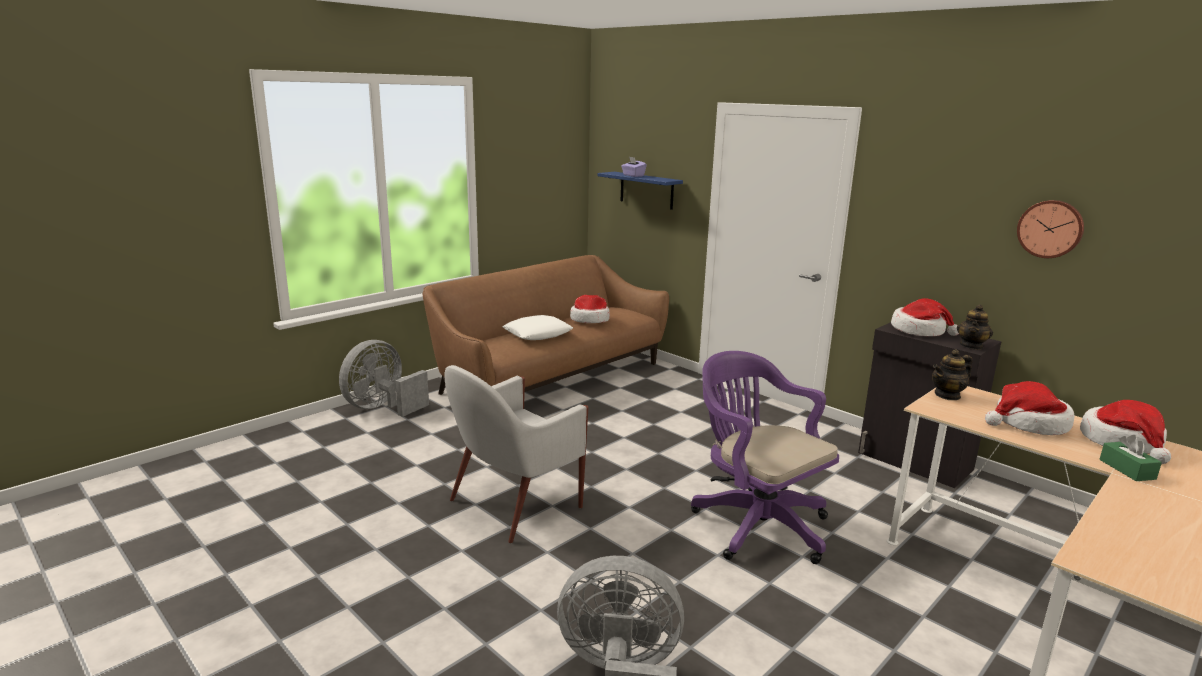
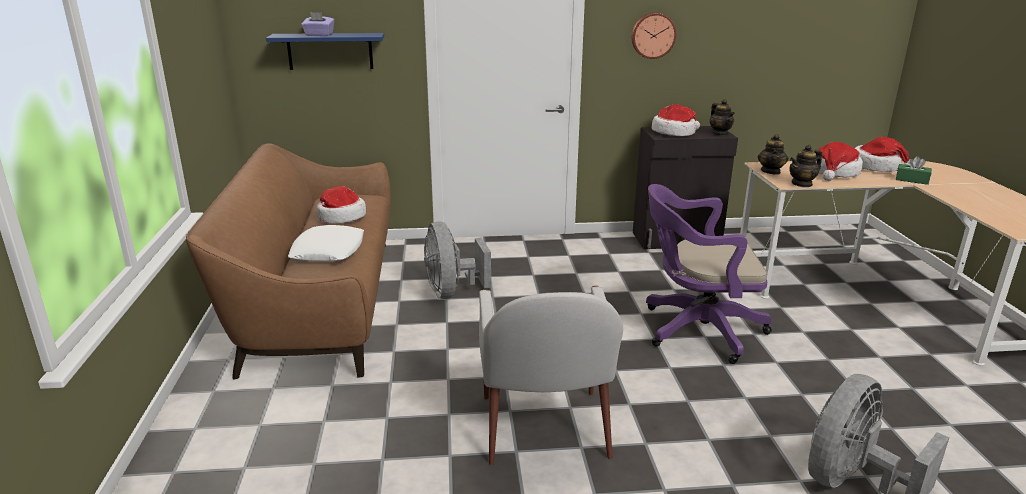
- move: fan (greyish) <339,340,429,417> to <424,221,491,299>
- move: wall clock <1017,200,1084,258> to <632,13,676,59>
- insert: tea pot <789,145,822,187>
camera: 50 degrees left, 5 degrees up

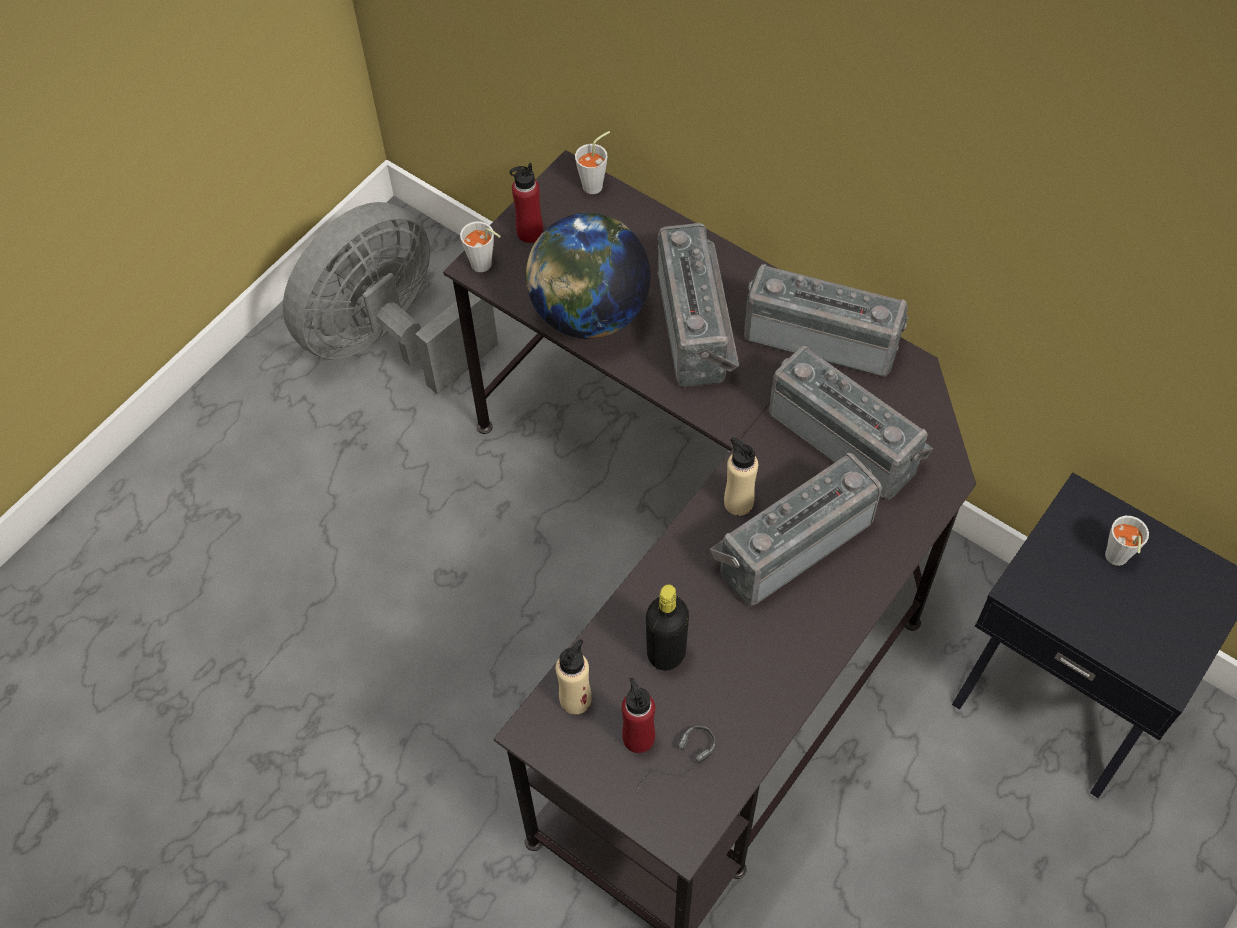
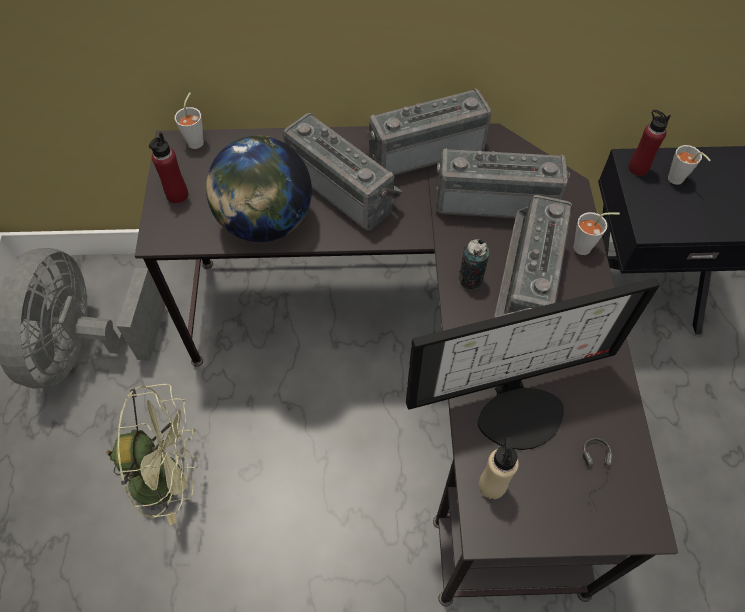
- insert: fan (green) <106,384,198,525>
- replace: drink bottle (black) <646,585,689,671> to monitor <406,278,660,450>
- replace: drink bottle (beige-coloured) <724,437,758,516> to sealed can <459,239,489,289>
- move: drinking cup (greyish) <460,222,501,272> to <573,212,620,255>
- move: drink bottle (red-coloured) <621,677,655,753> to <628,110,671,176>
camera: 40 degrees left, 0 degrees up

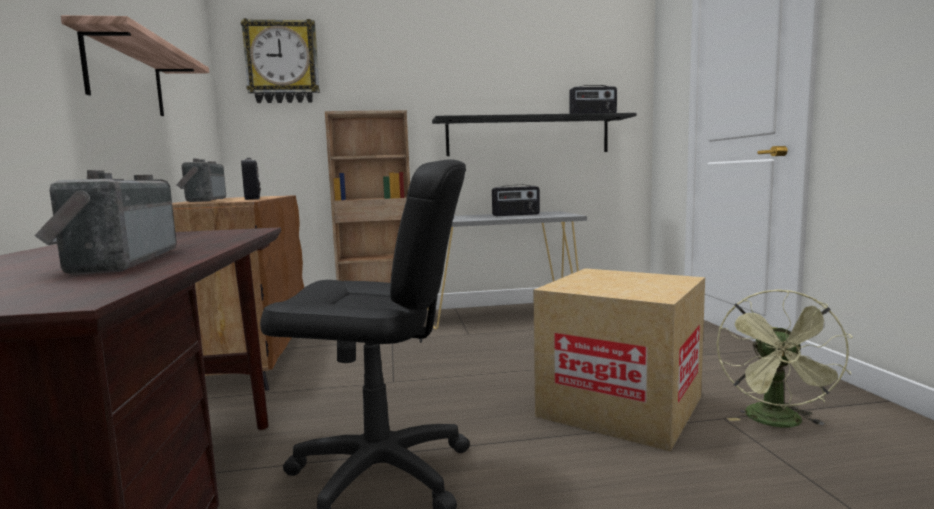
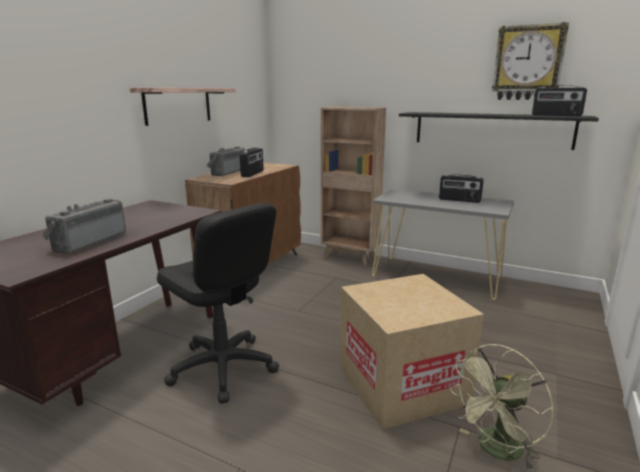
- move: wall clock <241,18,320,103> to <492,22,569,100>
camera: 35 degrees right, 10 degrees up

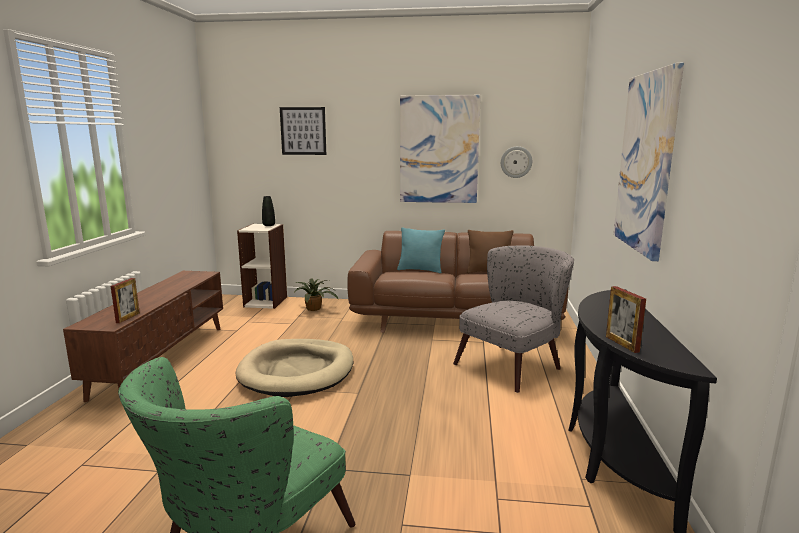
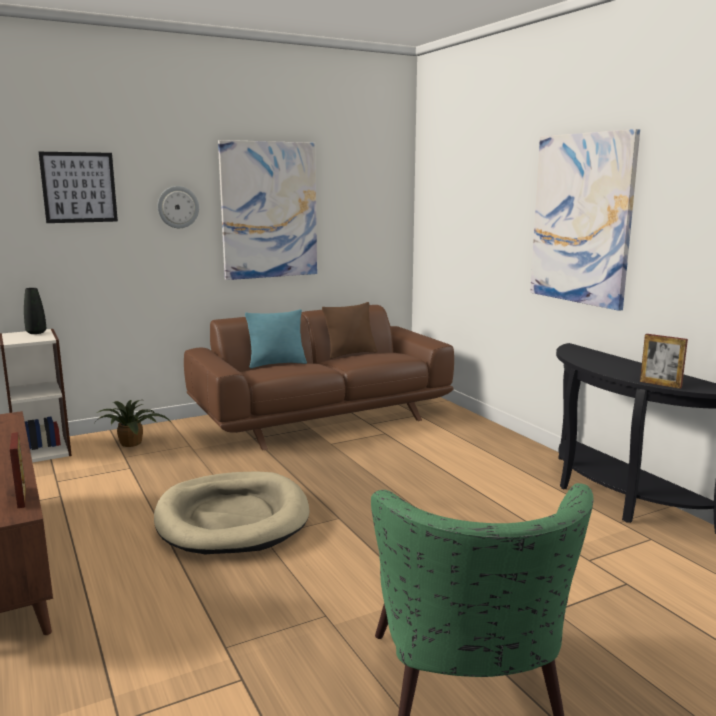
- move: wall clock <501,146,532,178> to <157,186,199,228>
- delete: lounge chair (greyish) <453,246,574,393>
camera: 35 degrees left, 0 degrees up

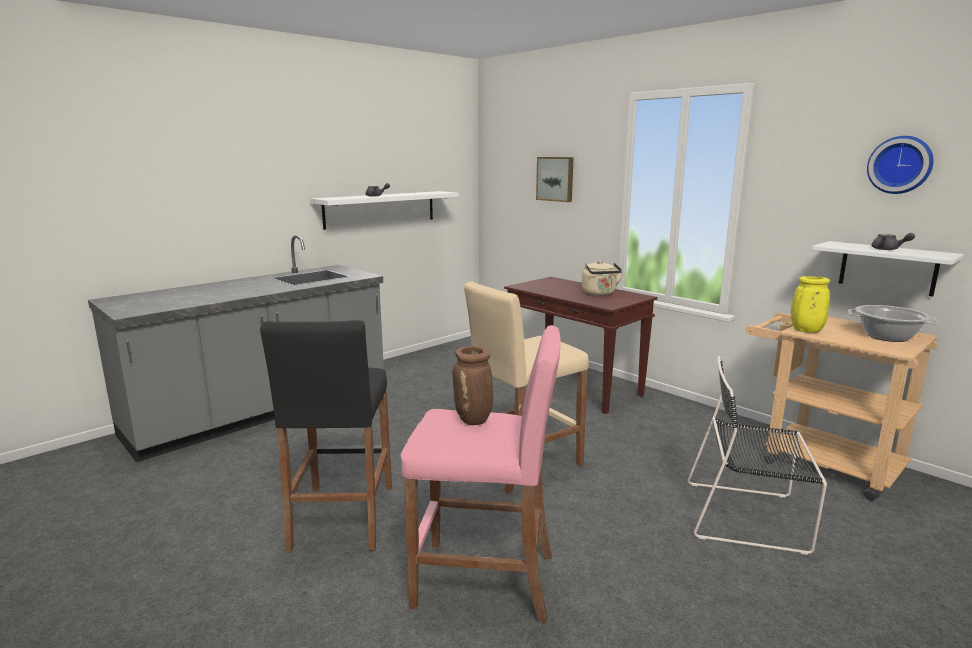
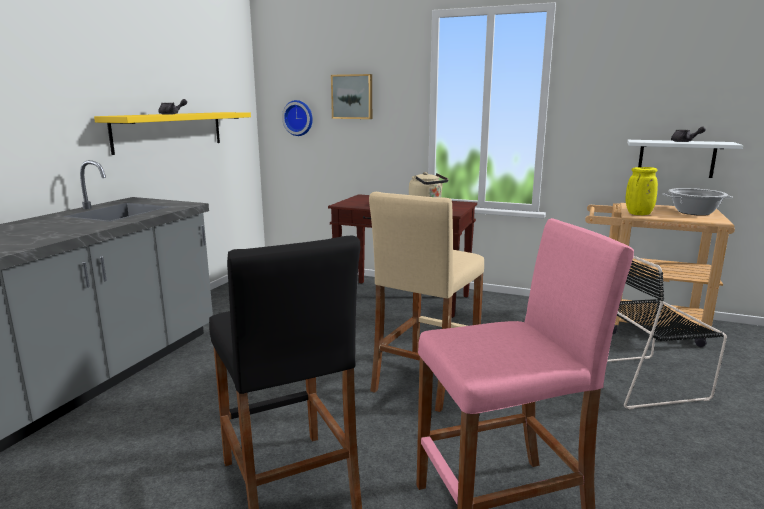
- recolor: wall shelf (white-coloured) <310,191,459,230> to wall shelf (yellow) <94,112,251,155>
- move: wall clock <867,136,934,194> to <282,100,313,136>
- delete: vase (brown) <452,346,493,425>
camera: 25 degrees left, 0 degrees up

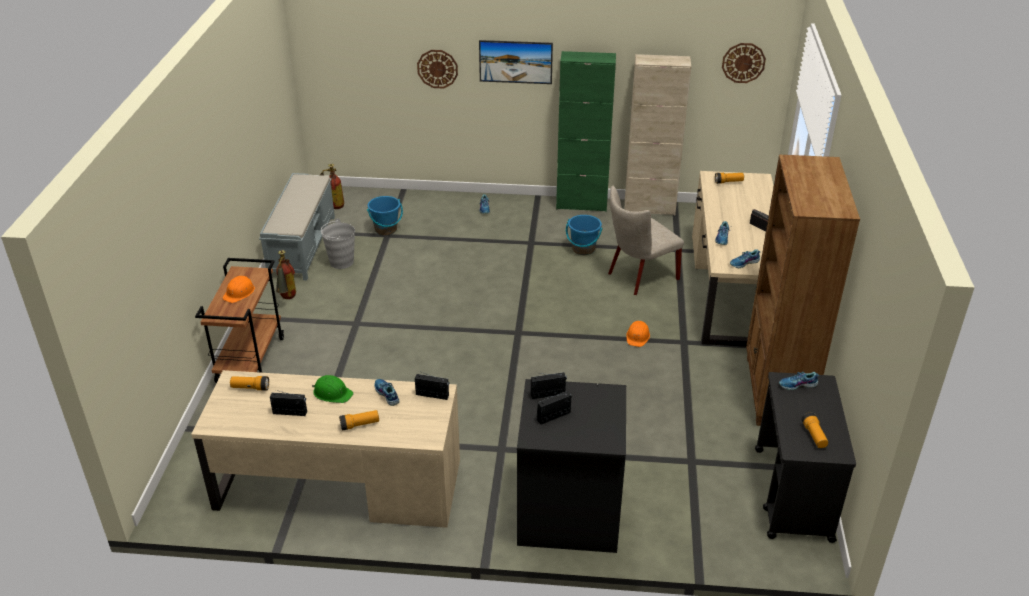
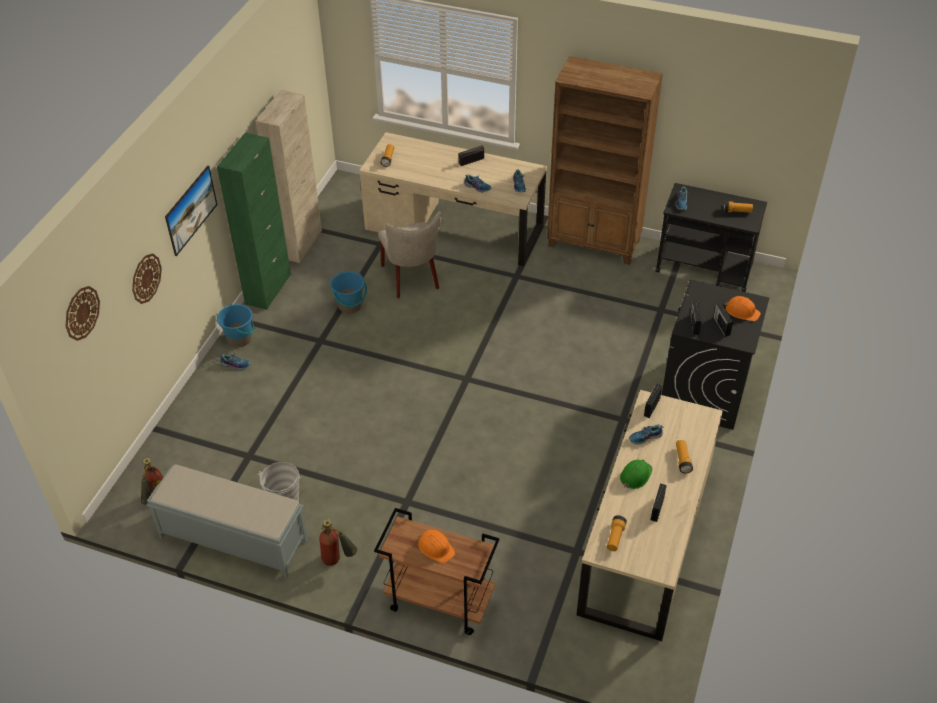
- move: wall clock <722,43,766,83> to <66,286,100,341>
- move: bucket (blue-coloured) <367,196,403,235> to <217,304,255,347>
- move: safety helmet (orangey) <626,321,650,347> to <724,296,761,321>
camera: 75 degrees left, 10 degrees up

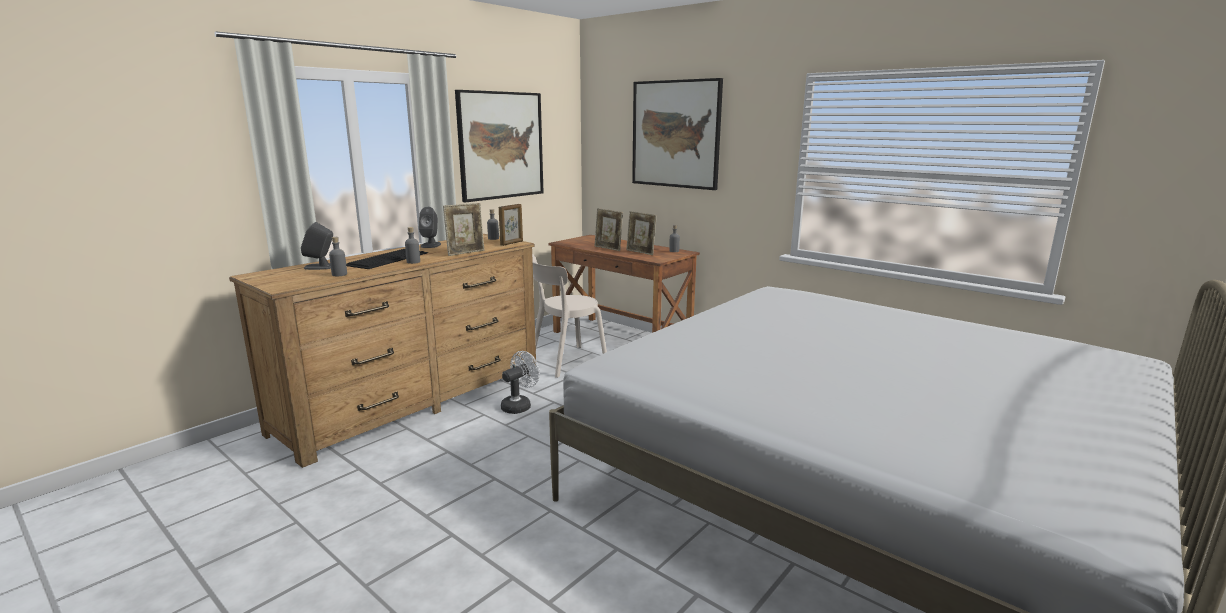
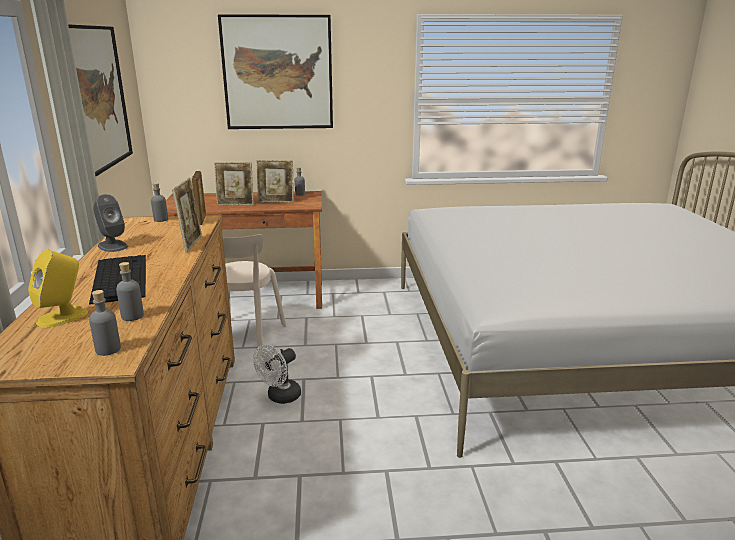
- recolor: loudspeaker (greyish) <301,222,333,270> to loudspeaker (yellow) <28,250,88,328>
- move: drink bottle (greyish) <405,227,420,264> to <89,290,121,356>
- rotate: fan (white-coloured) <501,351,540,414> = <253,344,301,404> 135 degrees counterclockwise
camera: 45 degrees left, 5 degrees up

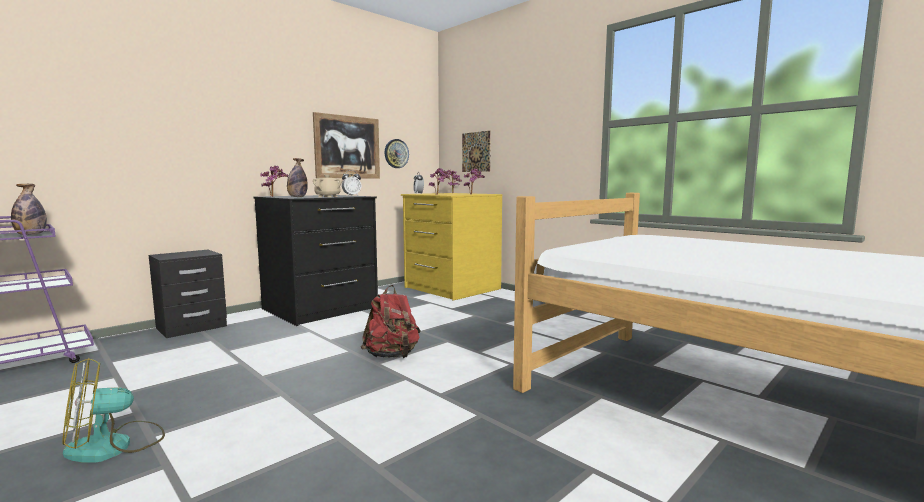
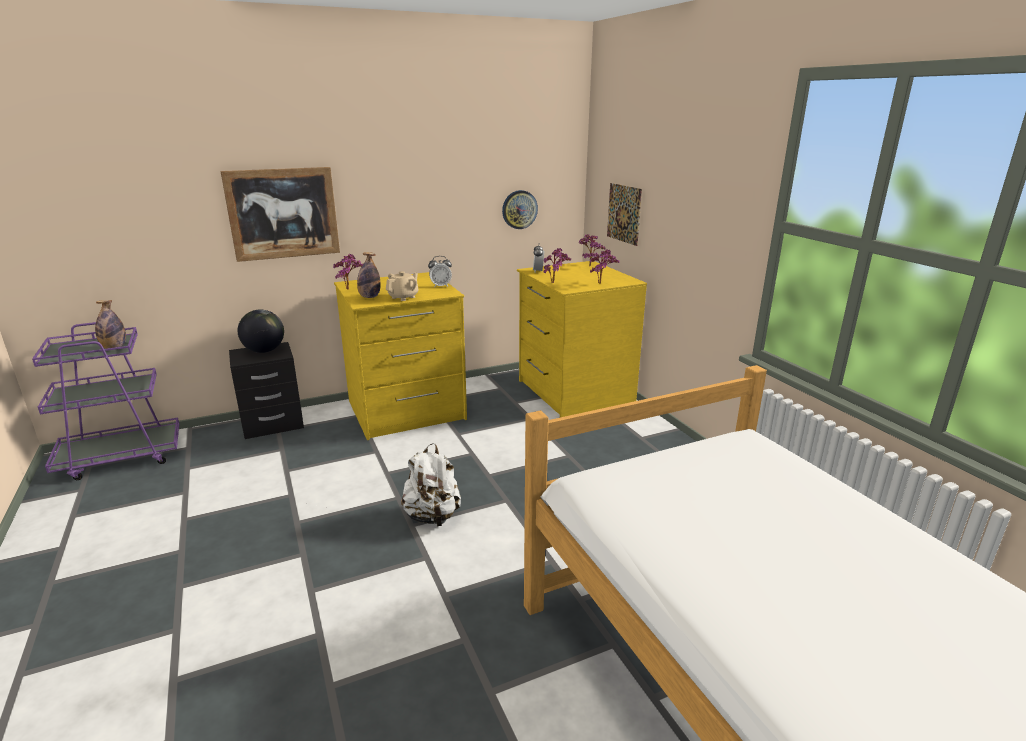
- move: picture <313,112,380,179> to <220,167,340,262>
- insert: world globe <238,310,284,353>
- recolor: dresser (black) <253,195,378,326> to dresser (yellow) <334,272,467,440>
- recolor: backpack (red-coloured) <361,285,420,358> to backpack (white-coloured) <401,443,461,527>
- delete: fan <62,358,165,463>
camera: 20 degrees right, 15 degrees up

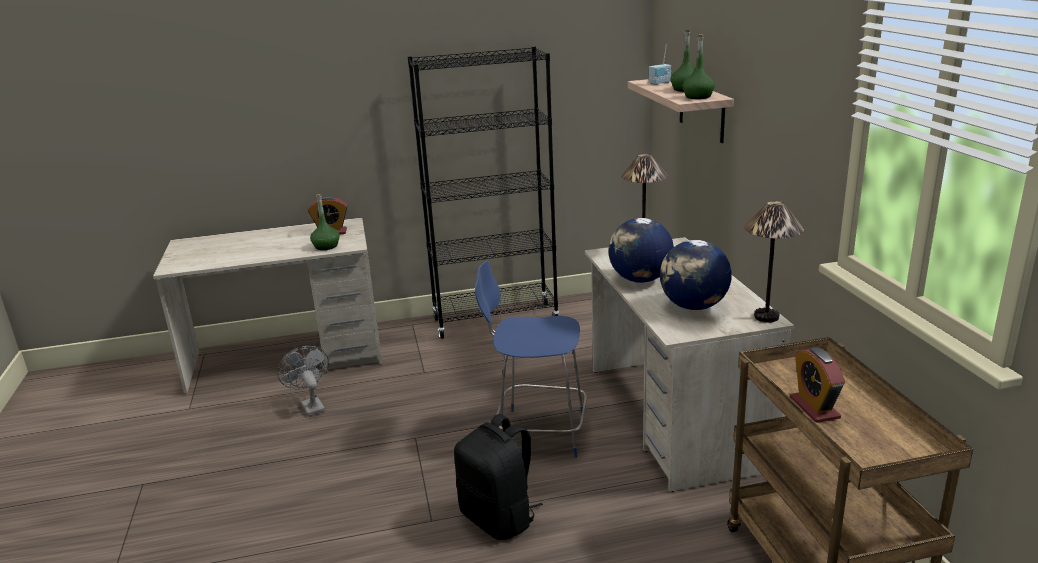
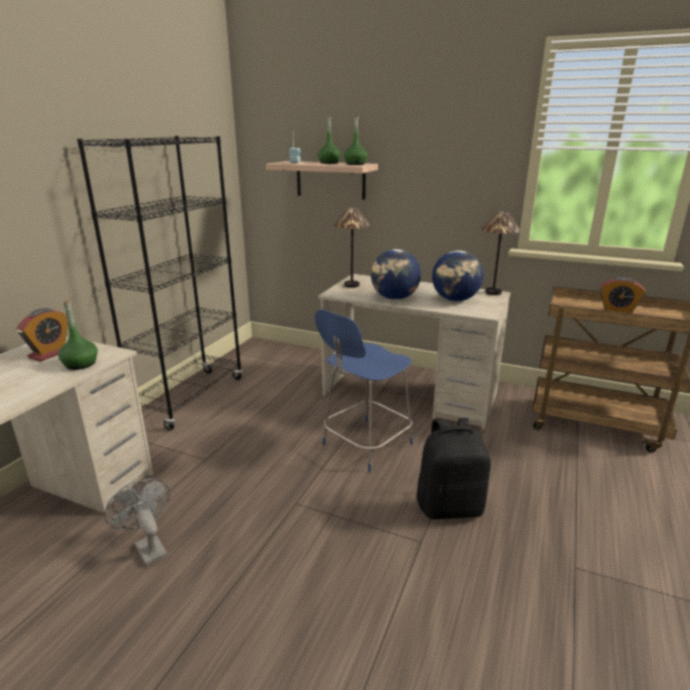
- rotate: fan (greyish) <277,346,329,417> = <105,478,170,566> 45 degrees clockwise
camera: 55 degrees left, 0 degrees up

